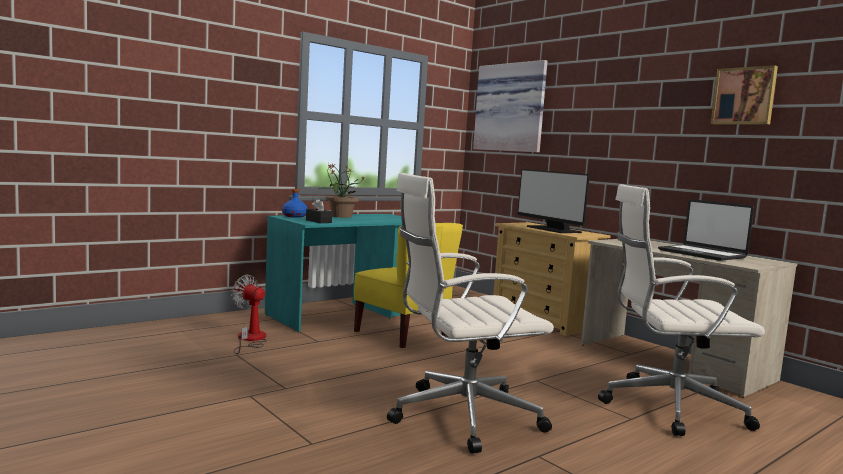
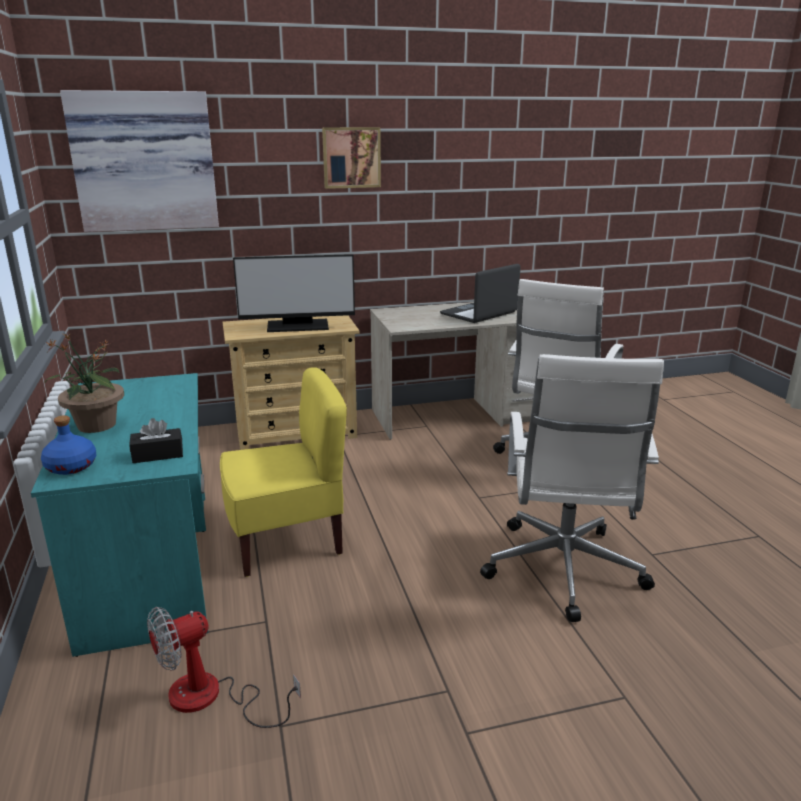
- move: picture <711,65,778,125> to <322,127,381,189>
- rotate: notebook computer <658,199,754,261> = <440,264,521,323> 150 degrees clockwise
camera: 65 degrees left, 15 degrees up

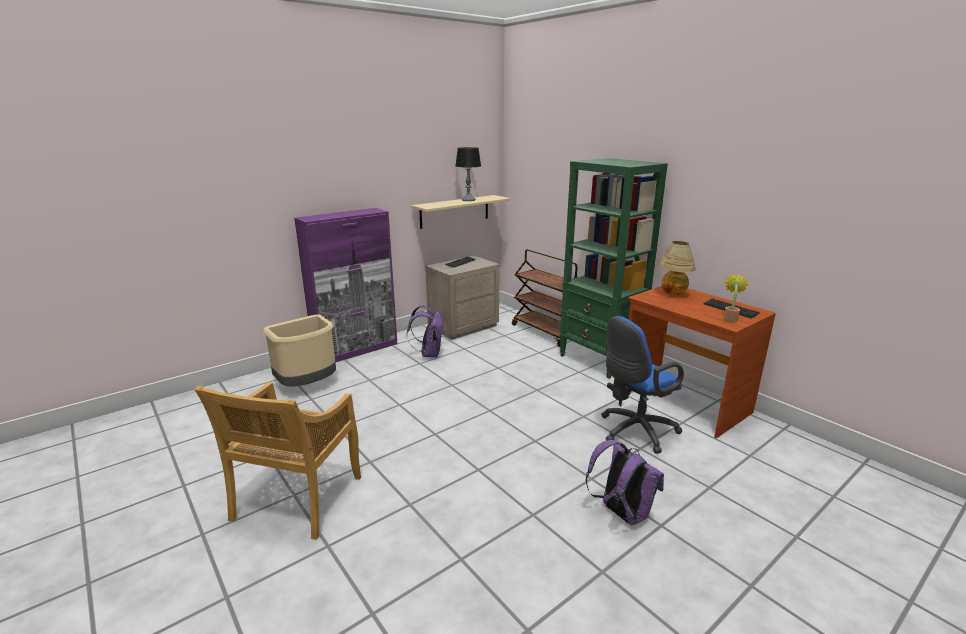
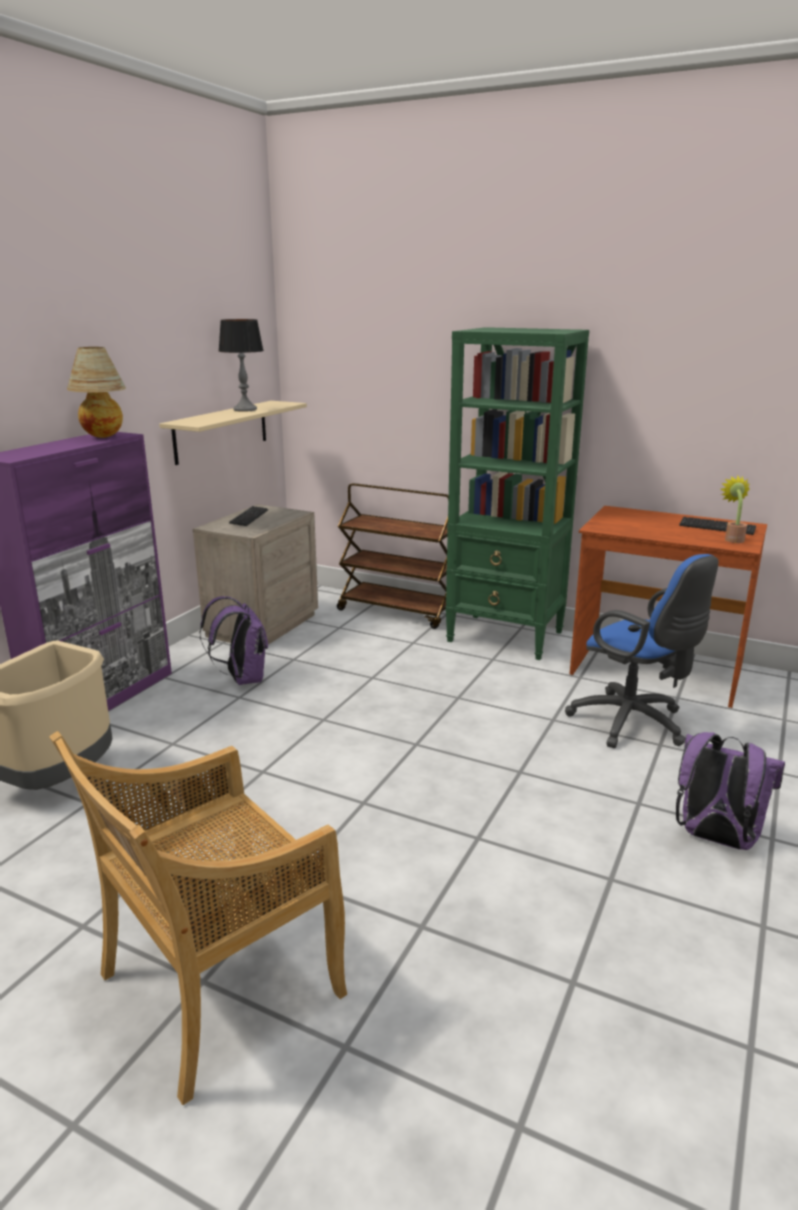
- rotate: chair (beige-coloured) <195,382,361,540> = <49,731,347,1105> 60 degrees clockwise
- move: lamp for a table <659,241,696,296> to <67,347,126,438>
- rotate: computer chair (blue-coloured) <601,316,684,454> = <565,554,718,748> 75 degrees counterclockwise
camera: 25 degrees left, 0 degrees up

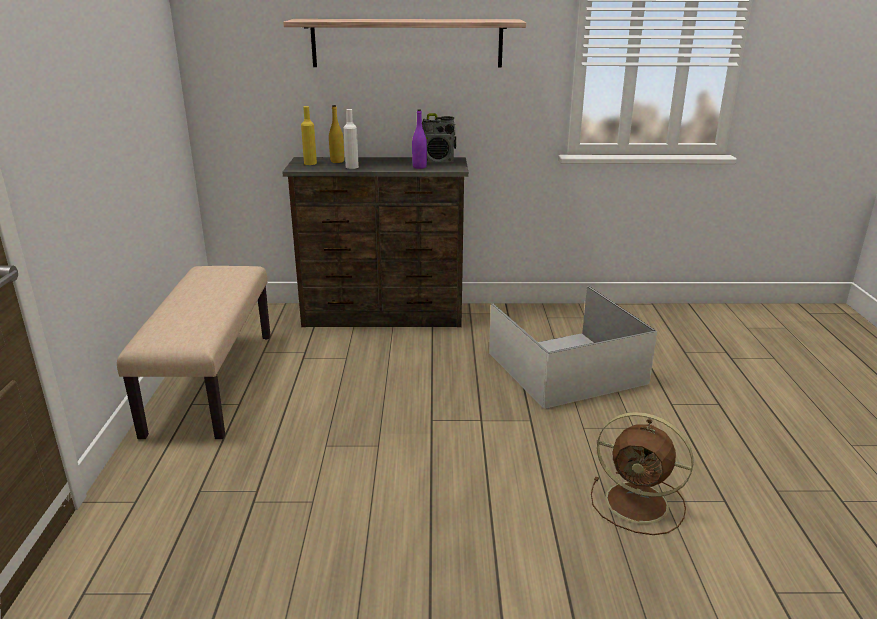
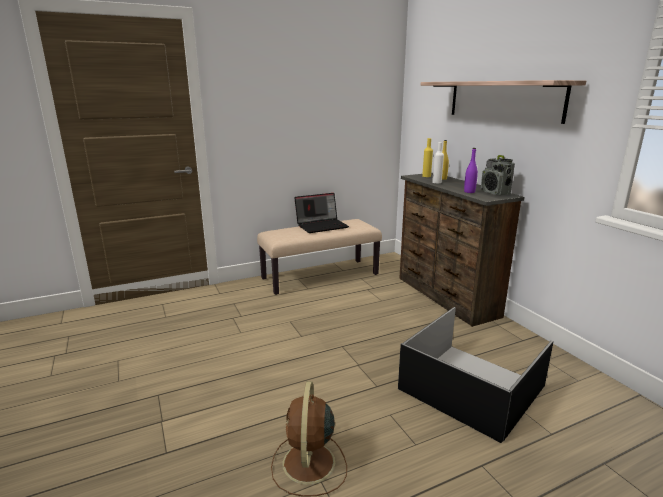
- insert: notebook computer <294,193,349,233>
- recolor: storage container (white-coloured) <489,286,657,409> to storage container (black) <398,307,554,443>
camera: 65 degrees right, 5 degrees down

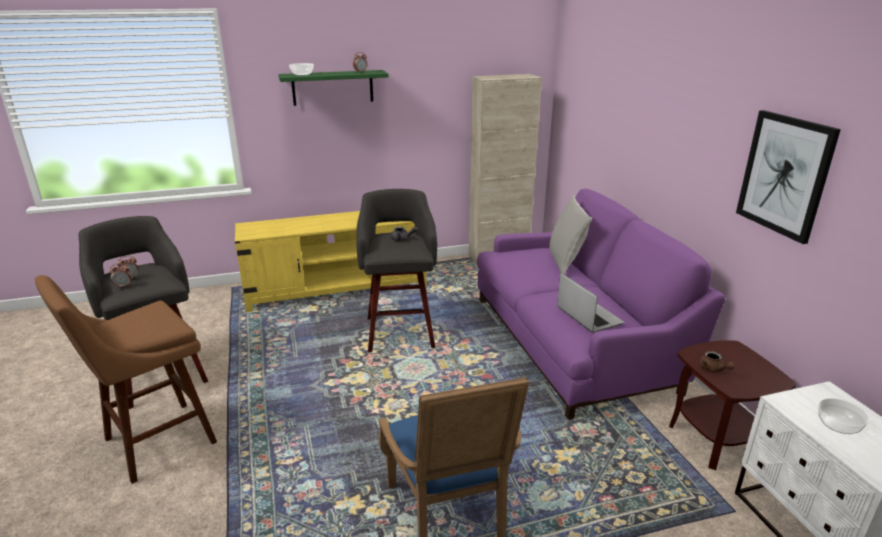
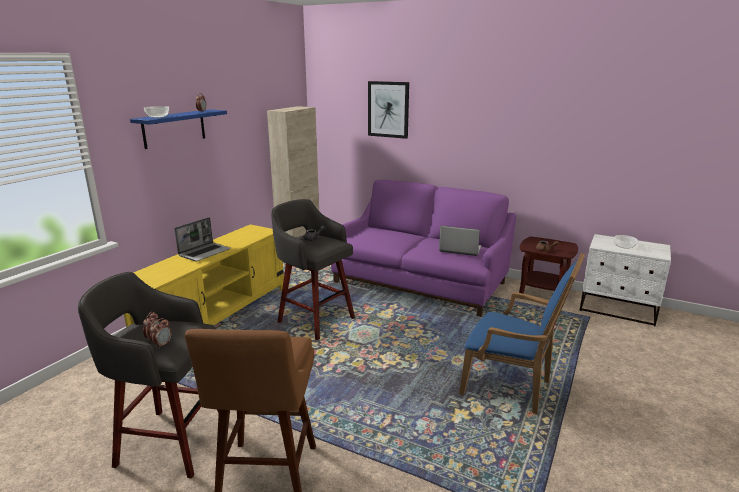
- recolor: wall shelf (green) <278,70,389,106> to wall shelf (blue-coloured) <130,109,227,149>
- insert: notebook computer <174,217,231,261>
- move: picture <736,110,841,244> to <368,81,409,139>
- delete: pillow (greyish) <549,195,592,275>
camera: 45 degrees left, 5 degrees down

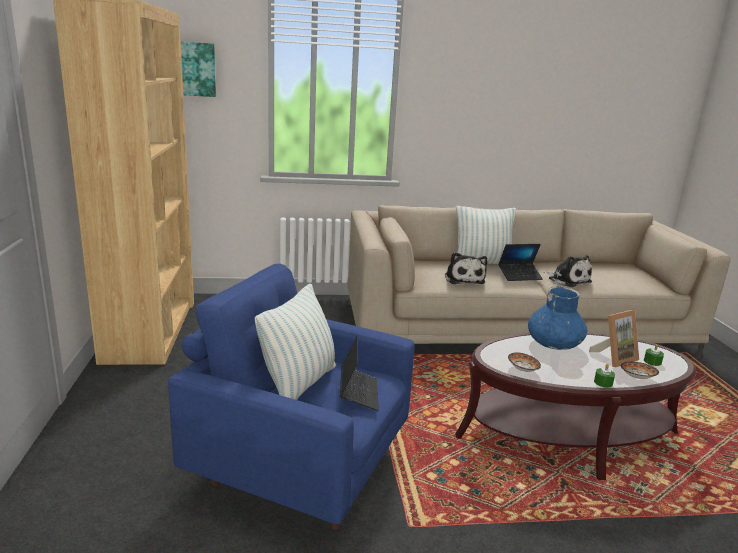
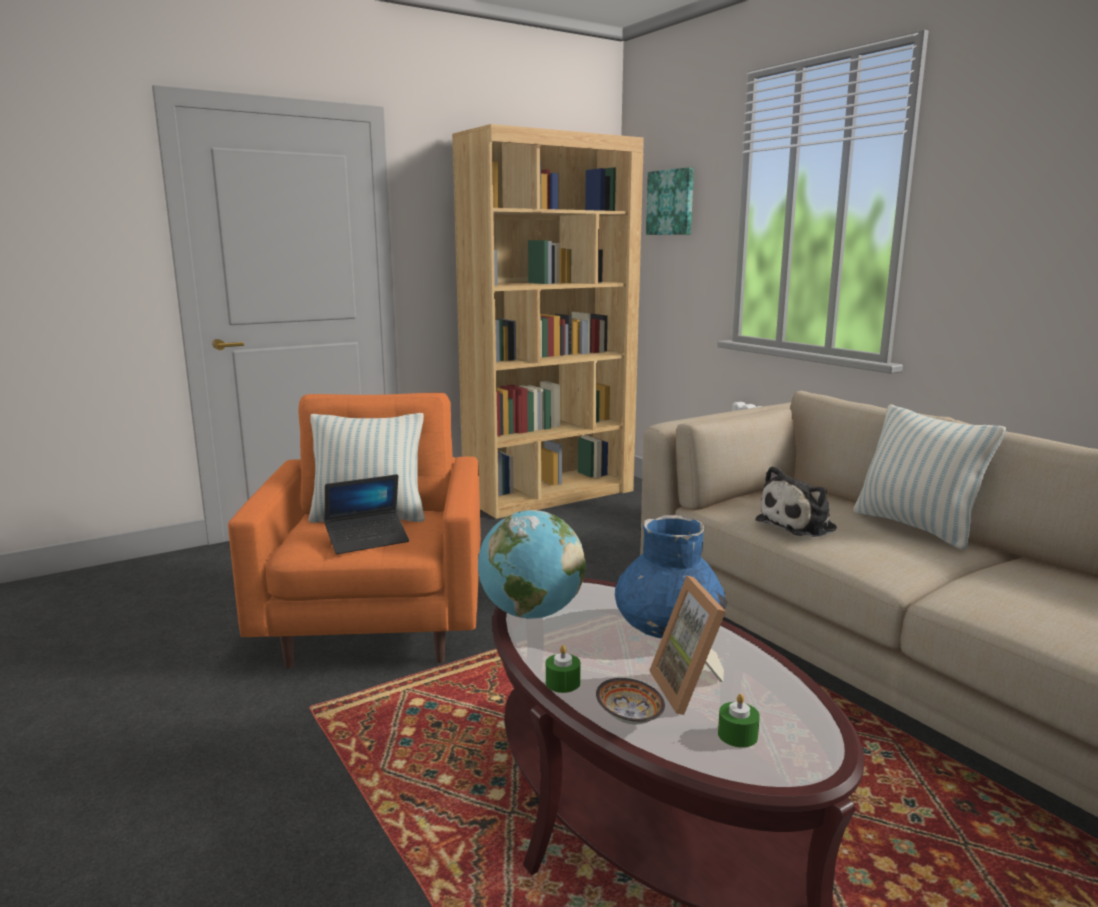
- recolor: lounge chair (blue-coloured) <168,264,415,530> to lounge chair (orangey) <228,393,481,668>
- replace: deep dish <508,352,541,372> to world globe <478,510,585,619>
- rotate: photo frame <589,310,639,367> = <649,575,726,715> 45 degrees clockwise
- delete: notebook computer <498,244,543,281>
- delete: plush toy <544,255,592,287>
camera: 65 degrees right, 5 degrees down

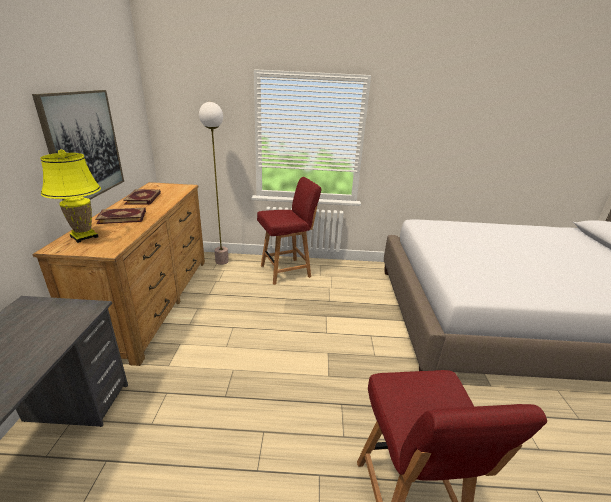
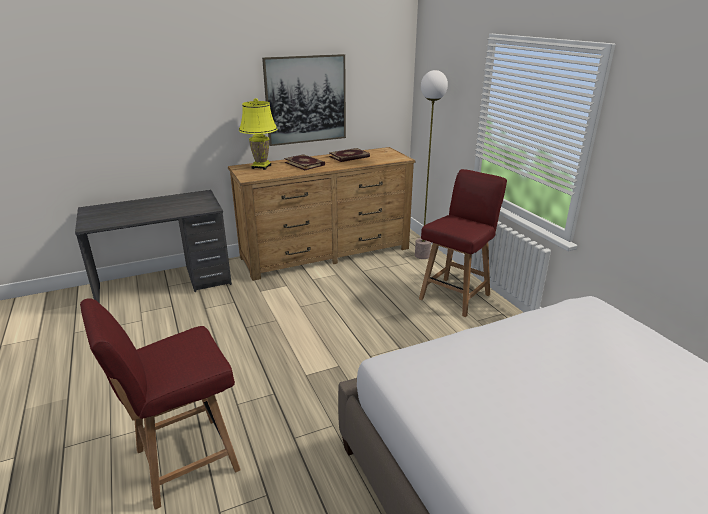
- rotate: chair (red-coloured) <257,177,322,285> = <419,169,507,317> 90 degrees counterclockwise
camera: 65 degrees right, 0 degrees up

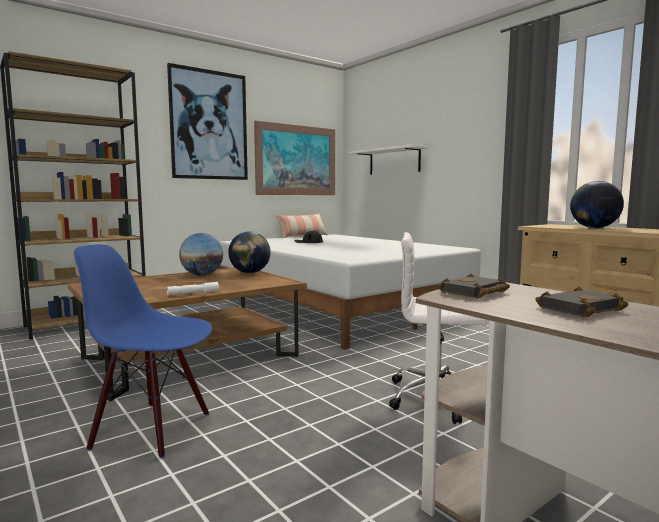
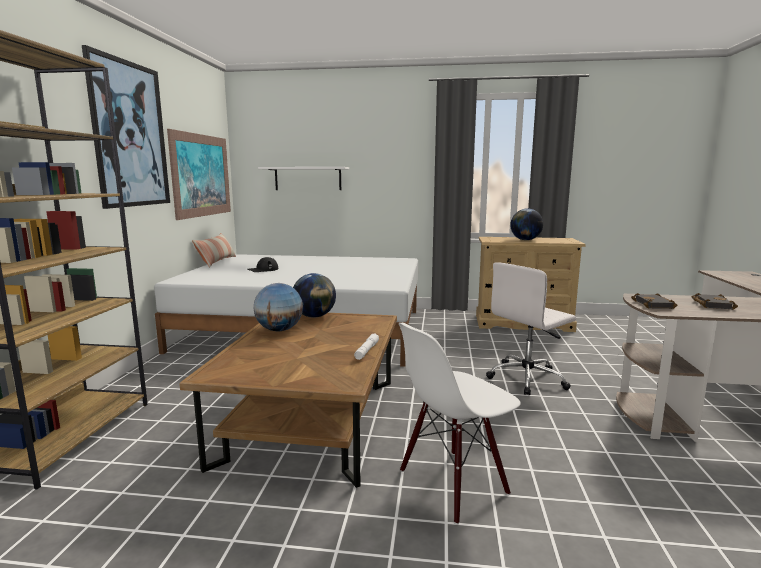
- recolor: chair (blue-coloured) <74,244,212,458> to chair (white-coloured) <399,323,521,524>
camera: 45 degrees left, 5 degrees up

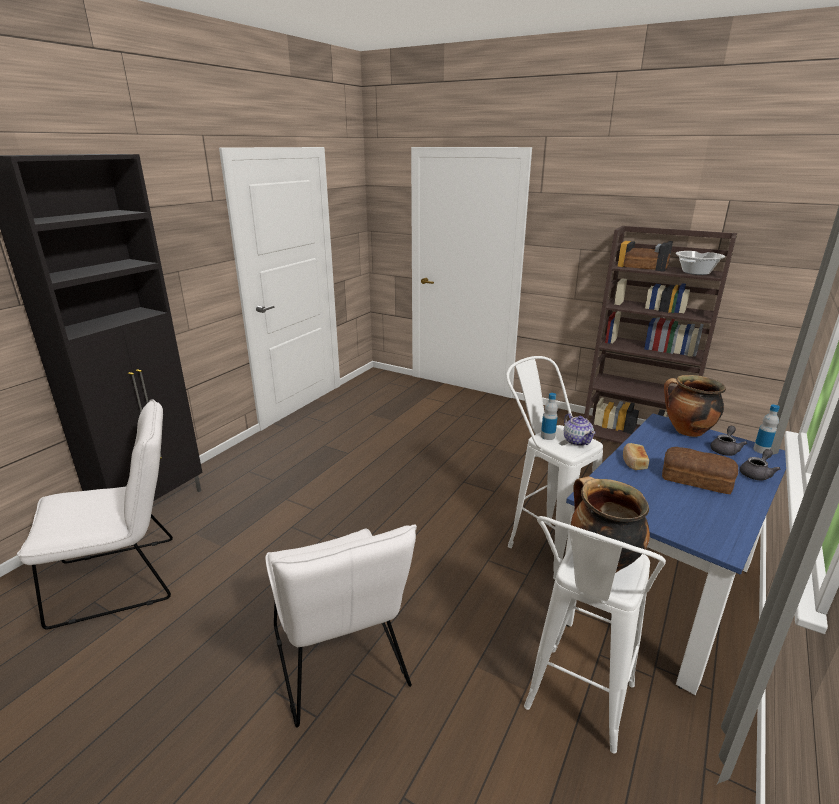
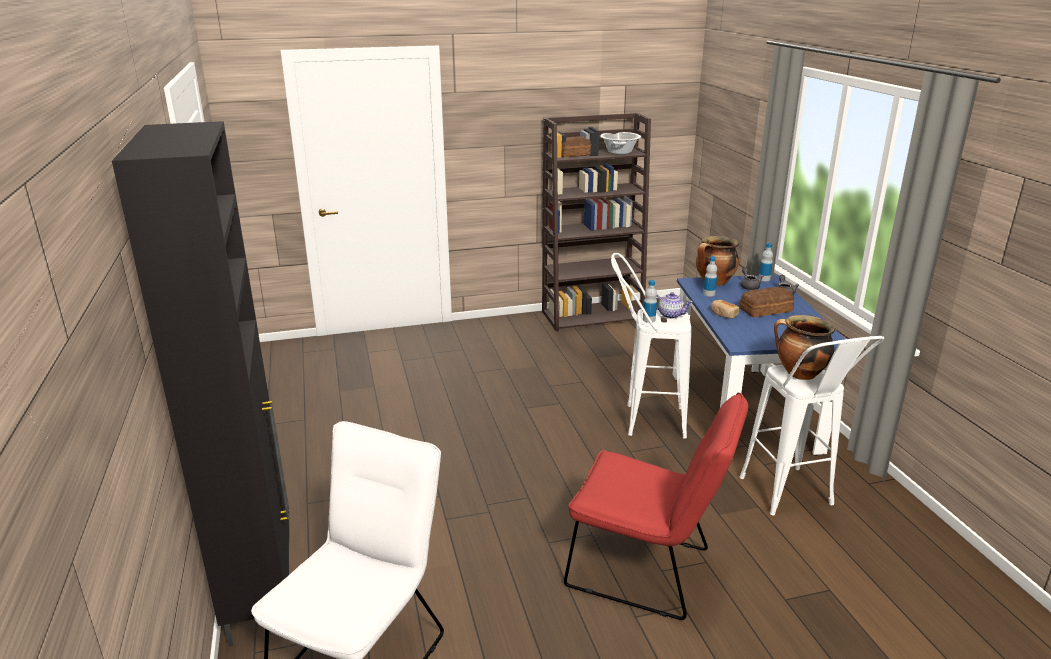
- recolor: chair (white-coloured) <265,524,417,728> to chair (red-coloured) <564,393,748,620>
- insert: drink bottle <703,256,717,297>
camera: 45 degrees left, 0 degrees up

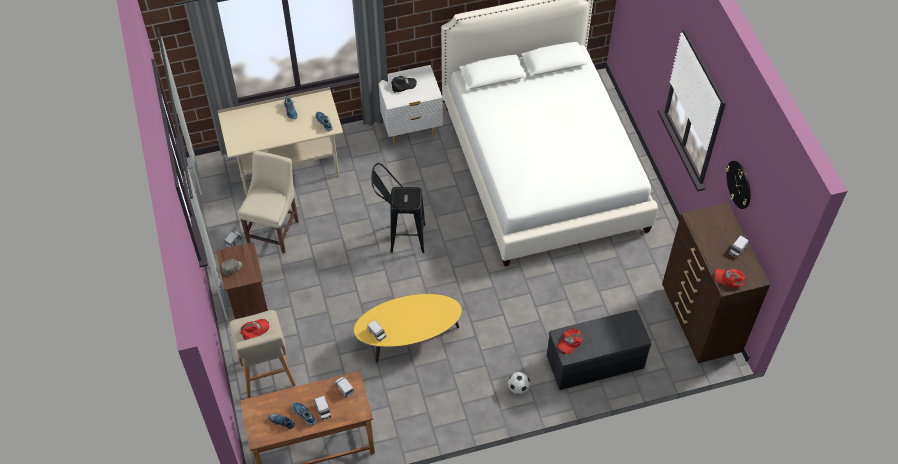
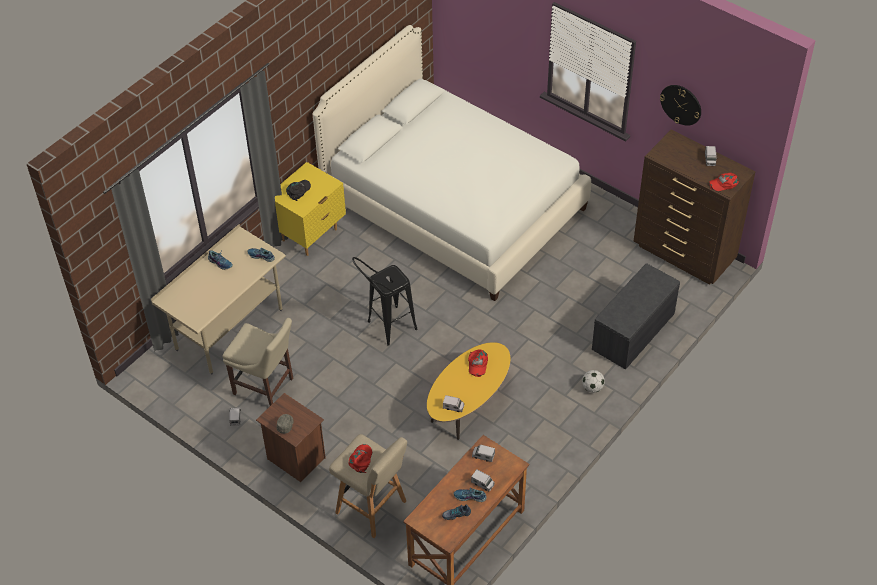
- rotate: chair (beige-coloured) <238,151,299,254> = <223,318,293,406> 135 degrees clockwise
- recolor: nightstand (white-coloured) <379,65,443,144> to nightstand (yellow) <275,162,346,256>
- move: peaked cap (red-coloured) <557,328,584,354> to <468,349,488,377>
camera: 35 degrees left, 5 degrees down

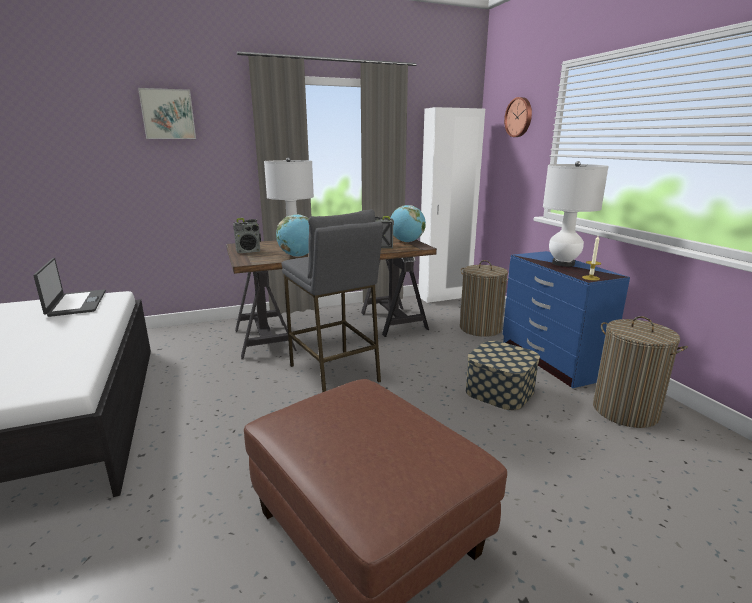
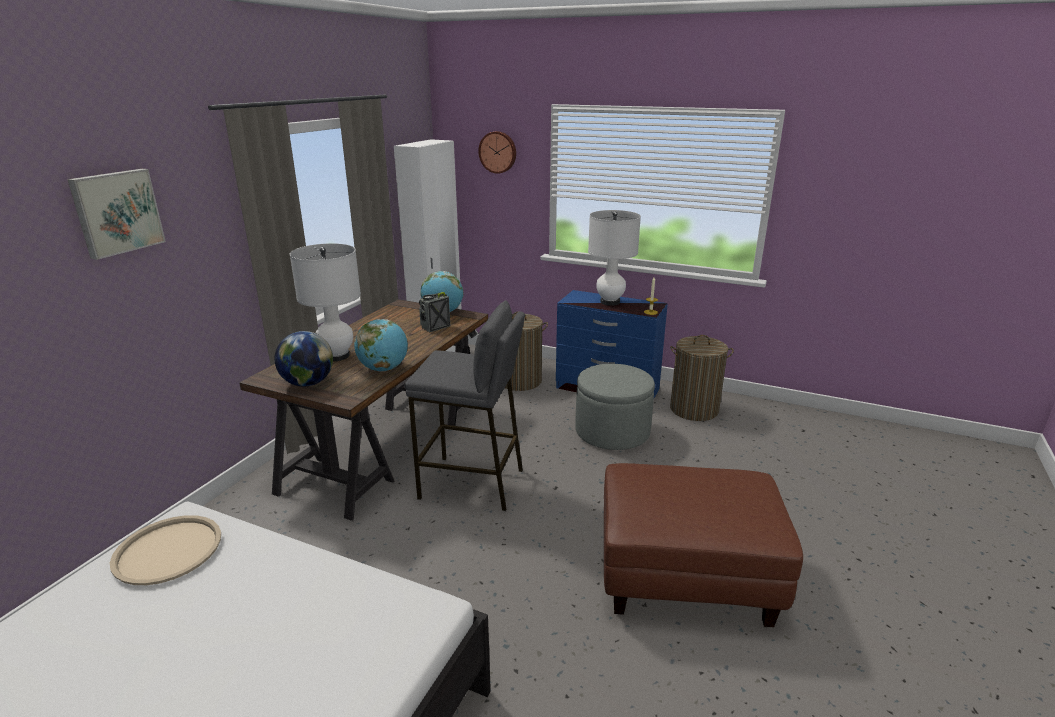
- replace: notebook computer <33,258,106,317> to carrying tray (beige-coloured) <110,515,221,585>
- replace: radio set <233,218,261,253> to world globe <274,331,333,386>
- replace: storage container <466,341,540,410> to ottoman (greyish) <575,364,655,450>
camera: 45 degrees left, 5 degrees up

